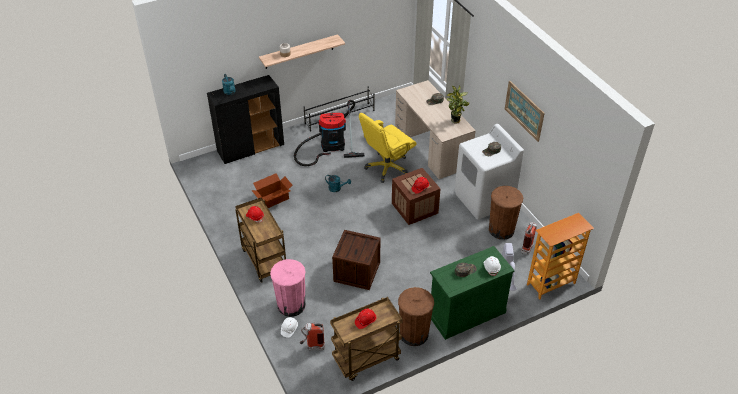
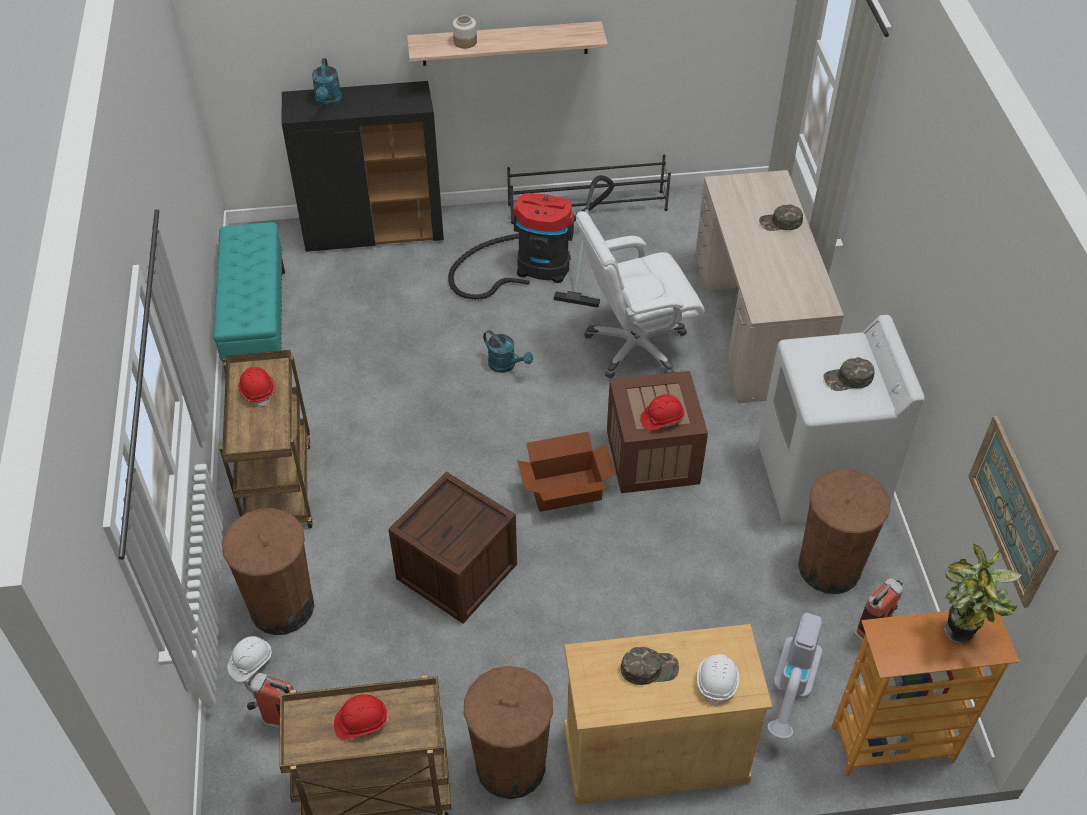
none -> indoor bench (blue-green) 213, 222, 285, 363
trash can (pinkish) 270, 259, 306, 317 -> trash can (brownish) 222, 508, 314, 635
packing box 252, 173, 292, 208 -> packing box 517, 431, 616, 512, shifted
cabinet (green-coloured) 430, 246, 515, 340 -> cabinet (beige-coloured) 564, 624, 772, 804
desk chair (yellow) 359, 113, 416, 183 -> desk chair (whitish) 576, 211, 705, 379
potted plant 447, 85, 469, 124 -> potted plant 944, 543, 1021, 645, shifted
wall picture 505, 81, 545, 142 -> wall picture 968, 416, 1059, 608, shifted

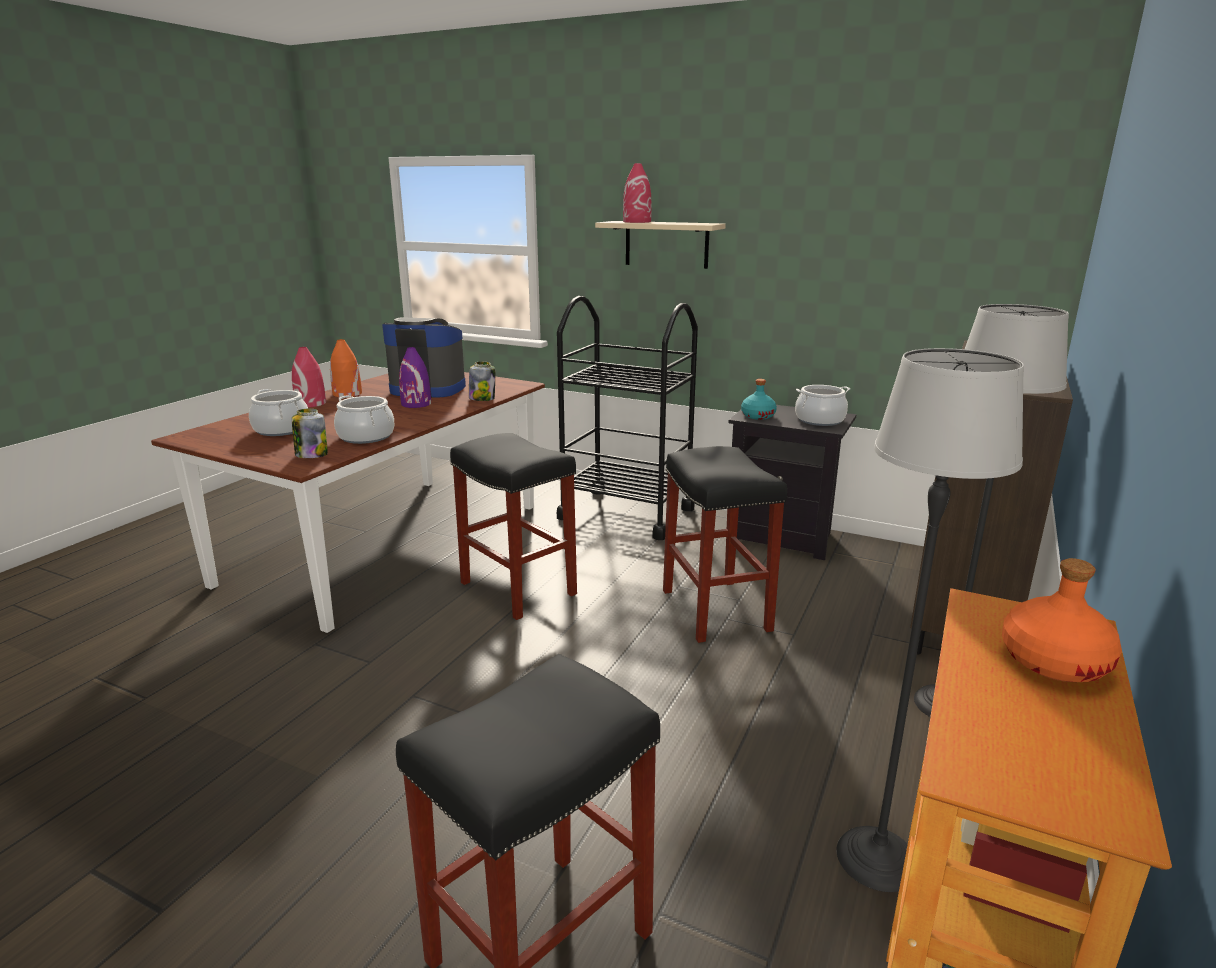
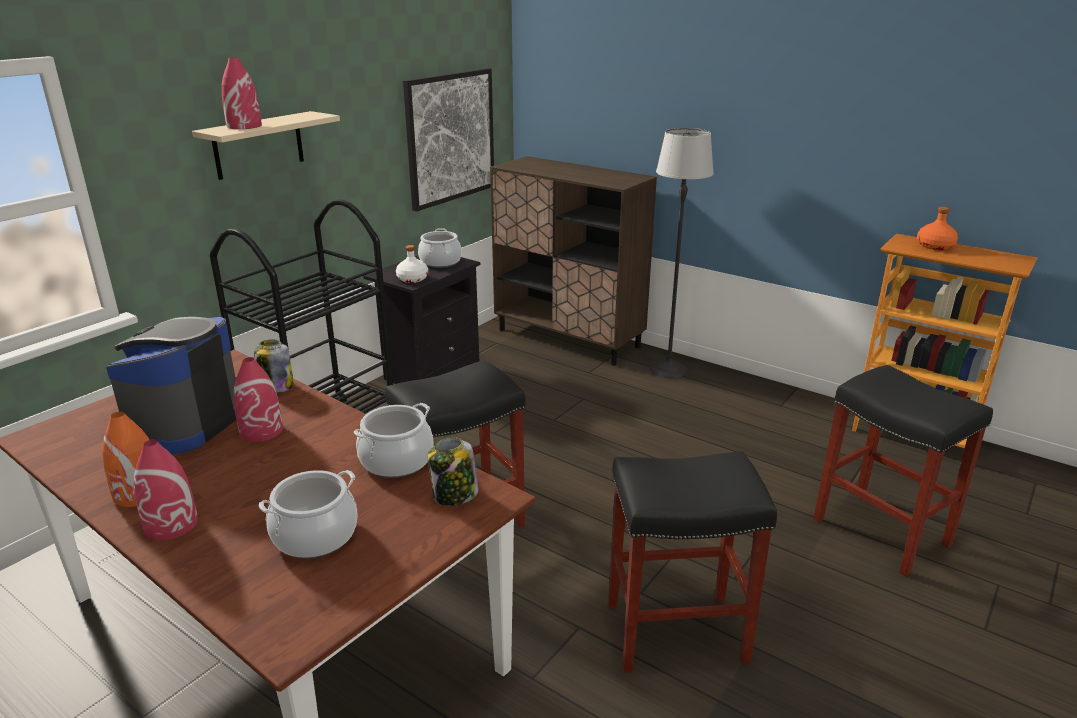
flower vase (purple) 399, 347, 431, 408 -> flower vase (reddish) 234, 357, 283, 442
drink bottle (blue-green) 741, 379, 777, 420 -> drink bottle (whitish) 396, 245, 428, 283
none -> wall picture 403, 68, 494, 211
sitting stool (black-coloured) 663, 446, 787, 643 -> sitting stool (black-coloured) 608, 451, 777, 673, shifted
standard lamp 836, 348, 1024, 892 -> none

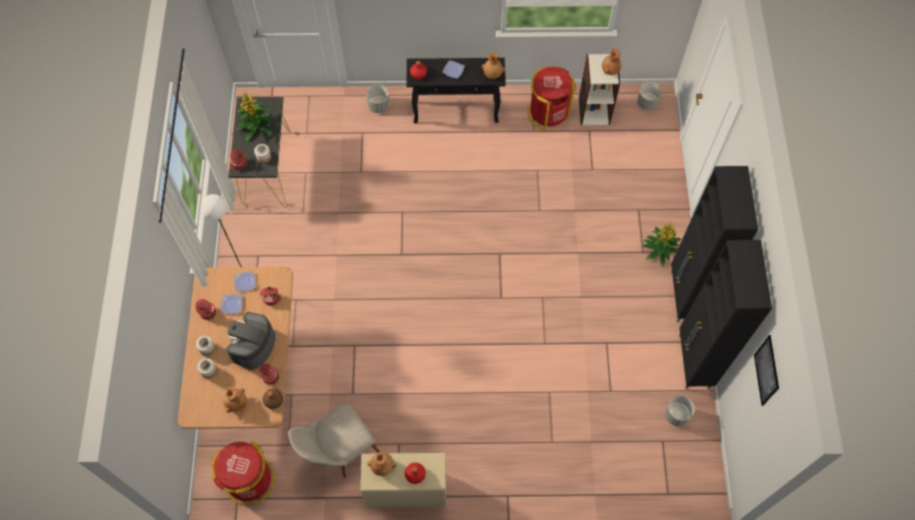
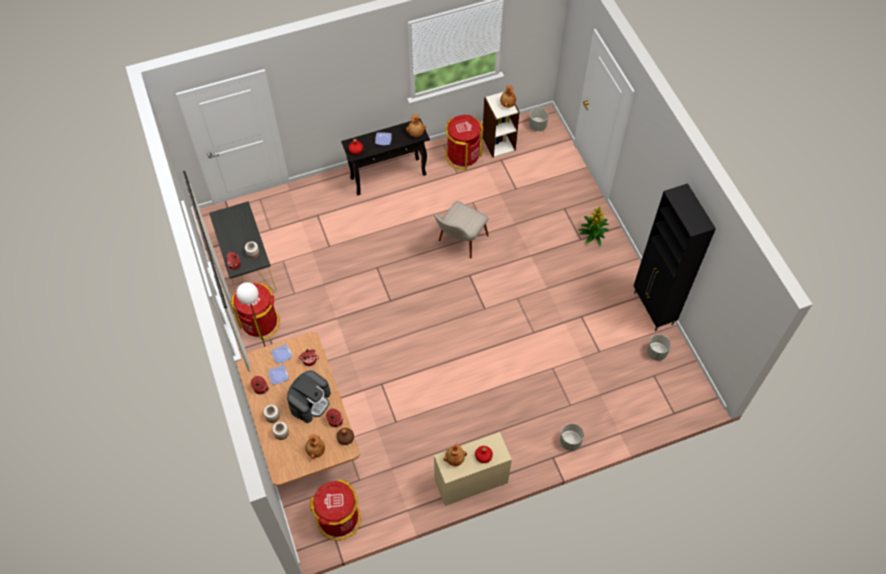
none -> trash can (reddish) 231, 283, 280, 340
coffee brewer 226, 312, 275, 370 -> coffee brewer 287, 371, 331, 423, 150 degrees counterclockwise
chair (beige-coloured) 288, 403, 380, 478 -> chair (beige-coloured) 434, 201, 489, 259, shifted
planter (grey) 366, 85, 389, 113 -> planter (grey) 560, 423, 584, 451, shifted
potted plant 237, 91, 273, 141 -> none
cabinet (black-coloured) 671, 166, 758, 322 -> none
wall picture 754, 335, 779, 406 -> none

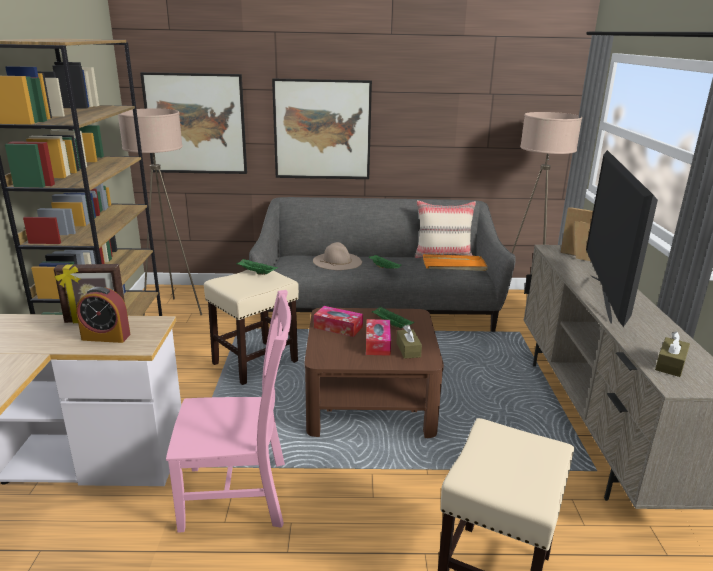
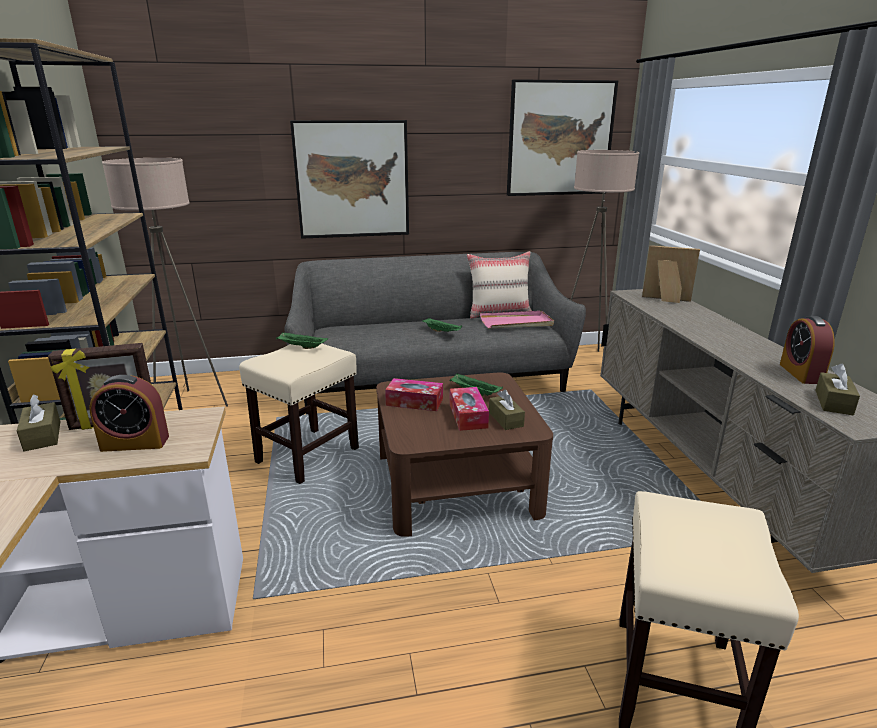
none -> box of tissues (brownish) 17, 394, 61, 451
carrying tray (orangey) 423, 254, 488, 271 -> carrying tray (pinkish) 480, 311, 554, 328
wall picture 140, 72, 247, 174 -> wall picture 507, 79, 618, 196, shifted
none -> table clock 780, 316, 835, 384
chair (pinkish) 166, 290, 291, 533 -> none
clothing hat (beige-coloured) 313, 242, 362, 270 -> none
TV 586, 150, 658, 327 -> none

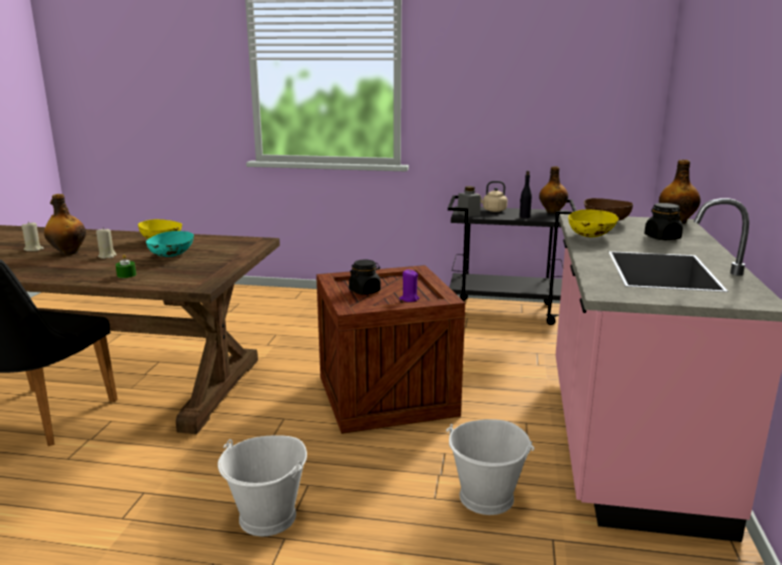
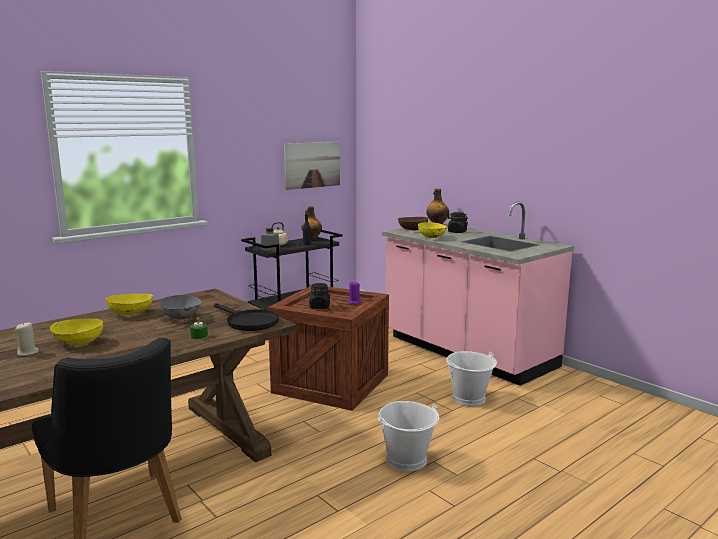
drink bottle 44, 194, 86, 255 -> deep dish (yellow) 50, 319, 103, 345
deep dish (blue-green) 146, 231, 194, 257 -> deep dish (grey) 160, 295, 202, 319
none -> pan (black-coloured) 214, 303, 279, 331
none -> wall picture 284, 142, 340, 190
wax candle (beige-coloured) 96, 227, 117, 259 -> none

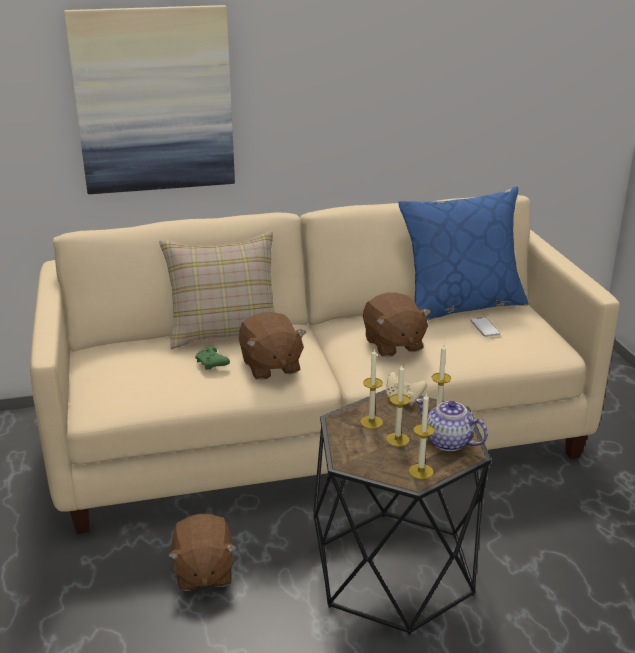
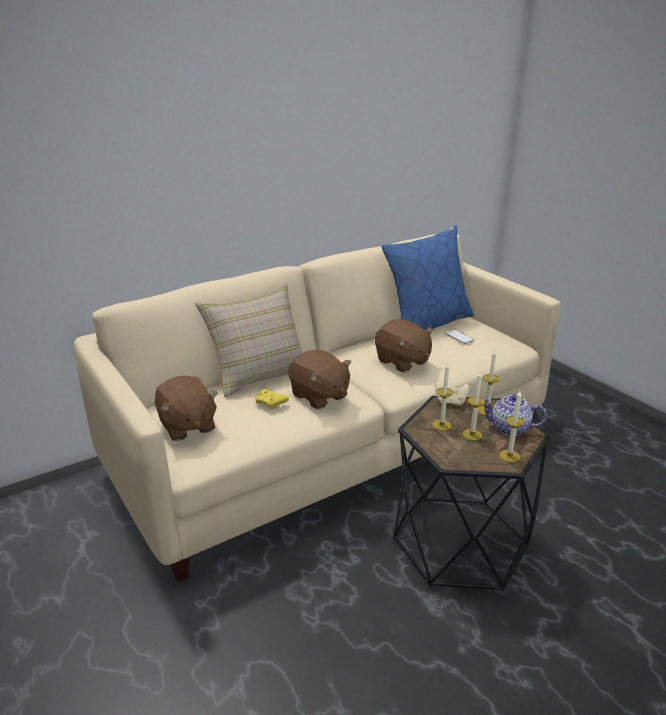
soft toy (brownish) 168, 514, 237, 591 -> soft toy (brownish) 155, 376, 218, 441, shifted
gamepad (green-coloured) 195, 347, 230, 370 -> gamepad (yellow) 255, 389, 289, 409
wall picture 64, 5, 235, 194 -> none

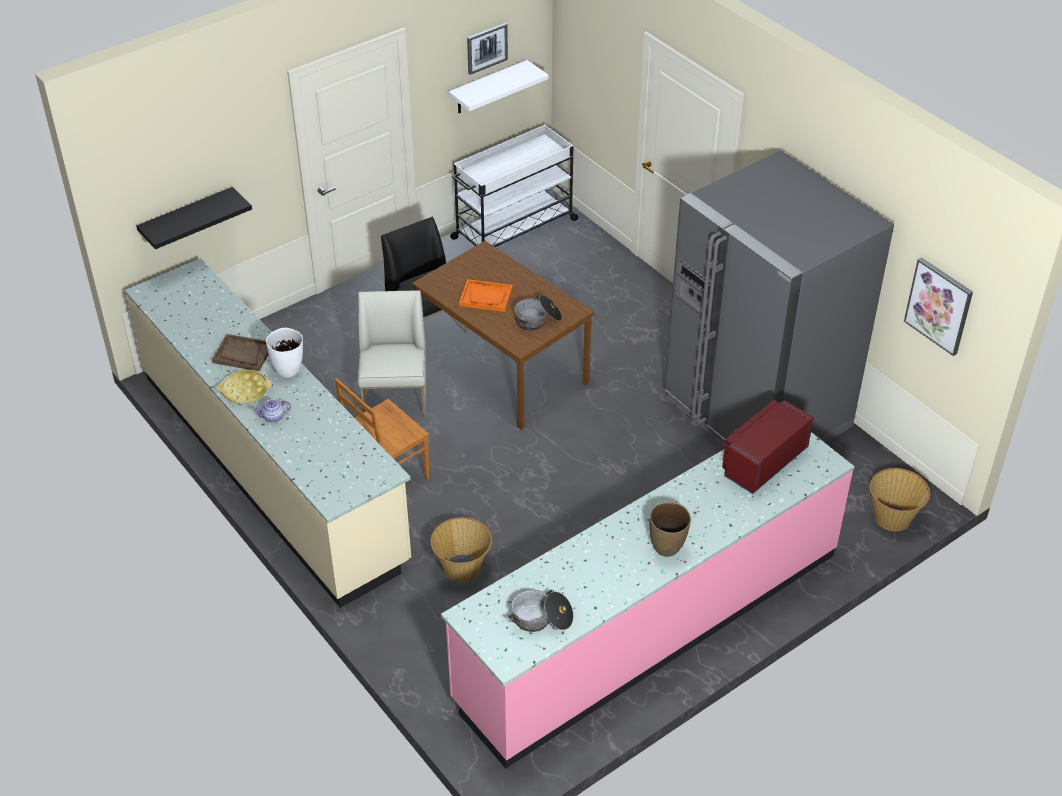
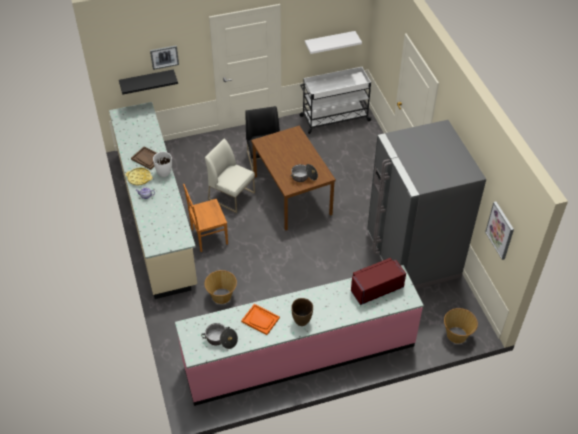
wall picture 467, 23, 508, 75 -> wall picture 150, 45, 179, 70, shifted
chair (whitish) 358, 290, 427, 419 -> chair (whitish) 205, 138, 255, 213, 75 degrees counterclockwise
carrying tray (orangey) 459, 279, 513, 312 -> carrying tray (orangey) 241, 304, 280, 335, shifted

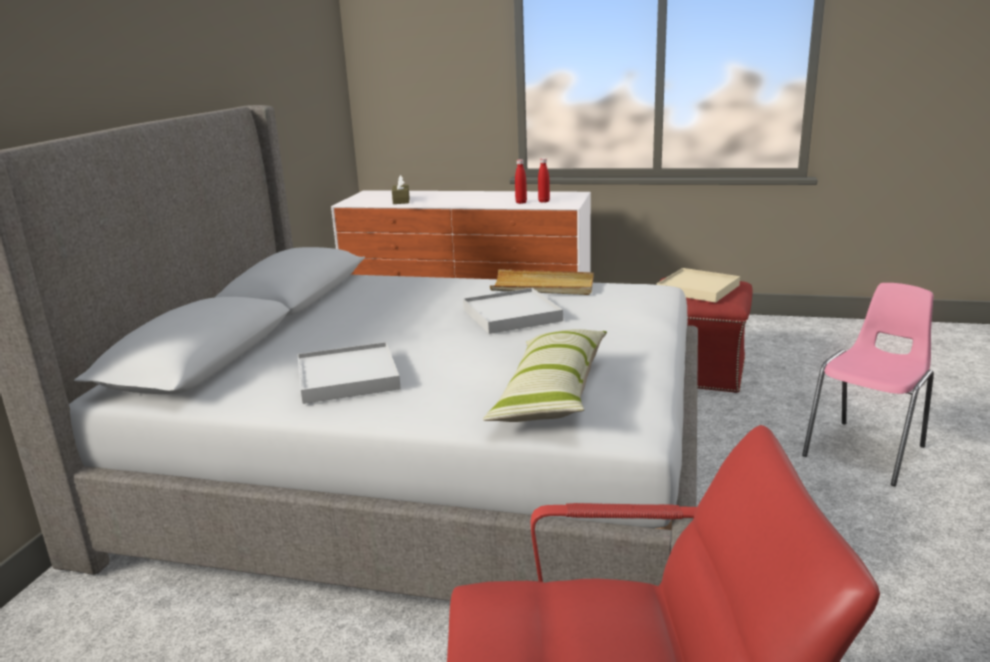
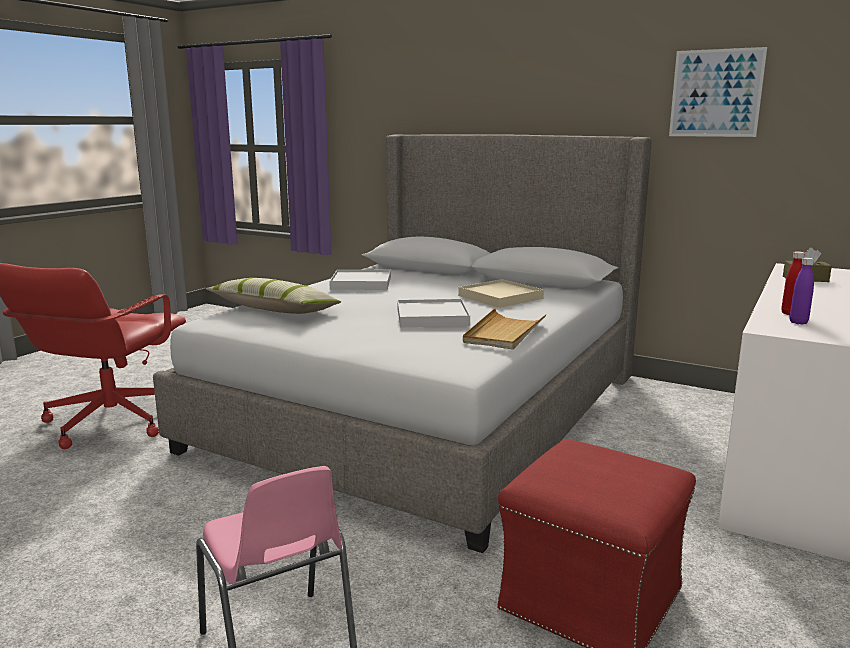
carrying tray (beige-coloured) 657, 268, 740, 303 -> carrying tray (beige-coloured) 458, 279, 544, 308, shifted
none -> wall picture 669, 47, 767, 137
drink bottle (reddish) 538, 158, 550, 203 -> drink bottle (purple) 789, 258, 814, 325

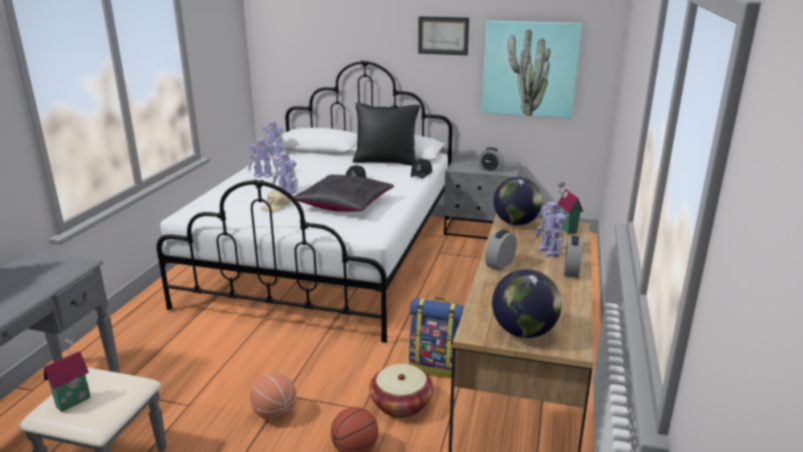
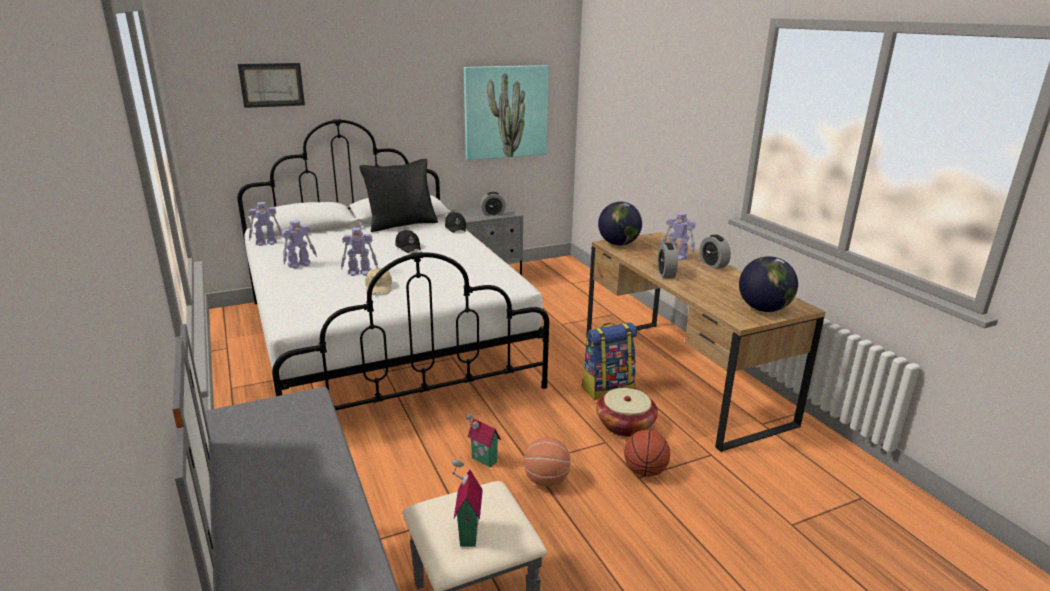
wall picture 418, 16, 469, 55 -> wall picture 238, 63, 305, 108, shifted
model house 557, 181, 583, 234 -> model house 466, 412, 501, 467, shifted
pillow (black-coloured) 293, 175, 394, 212 -> none

